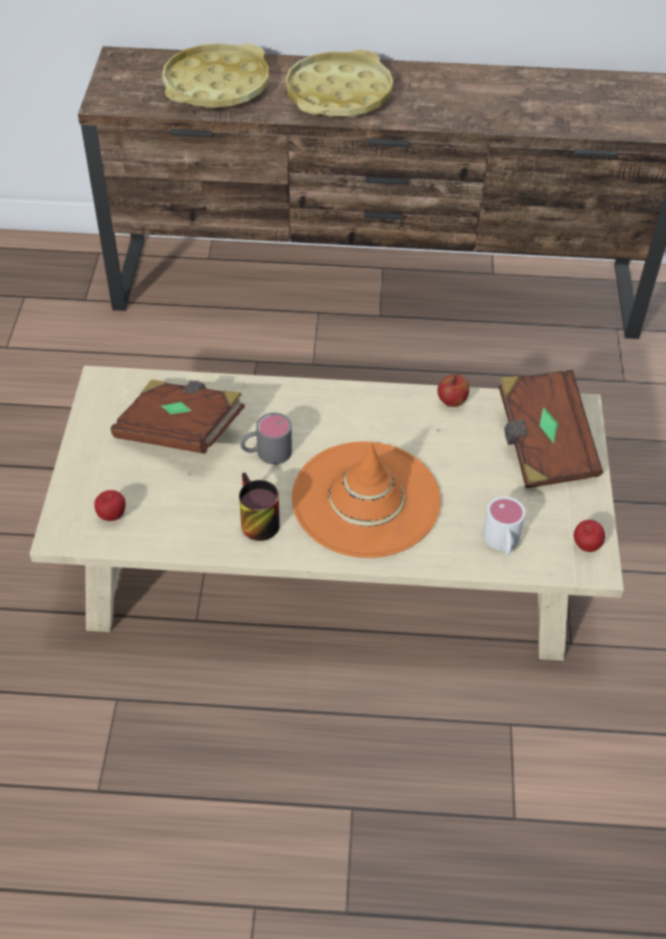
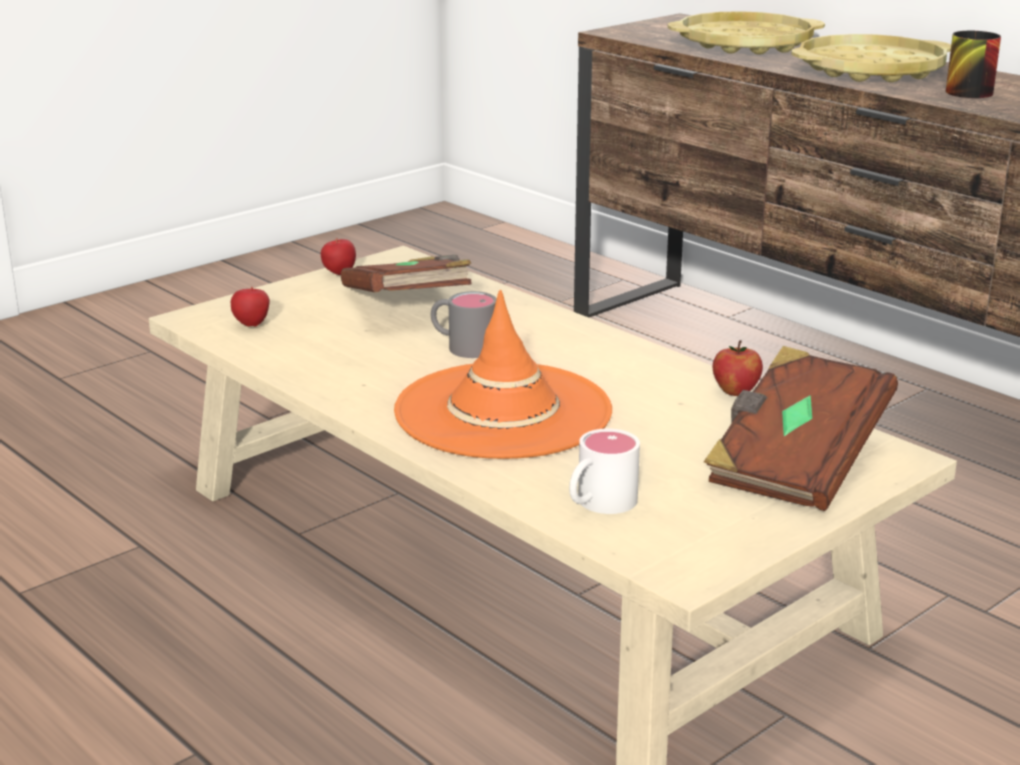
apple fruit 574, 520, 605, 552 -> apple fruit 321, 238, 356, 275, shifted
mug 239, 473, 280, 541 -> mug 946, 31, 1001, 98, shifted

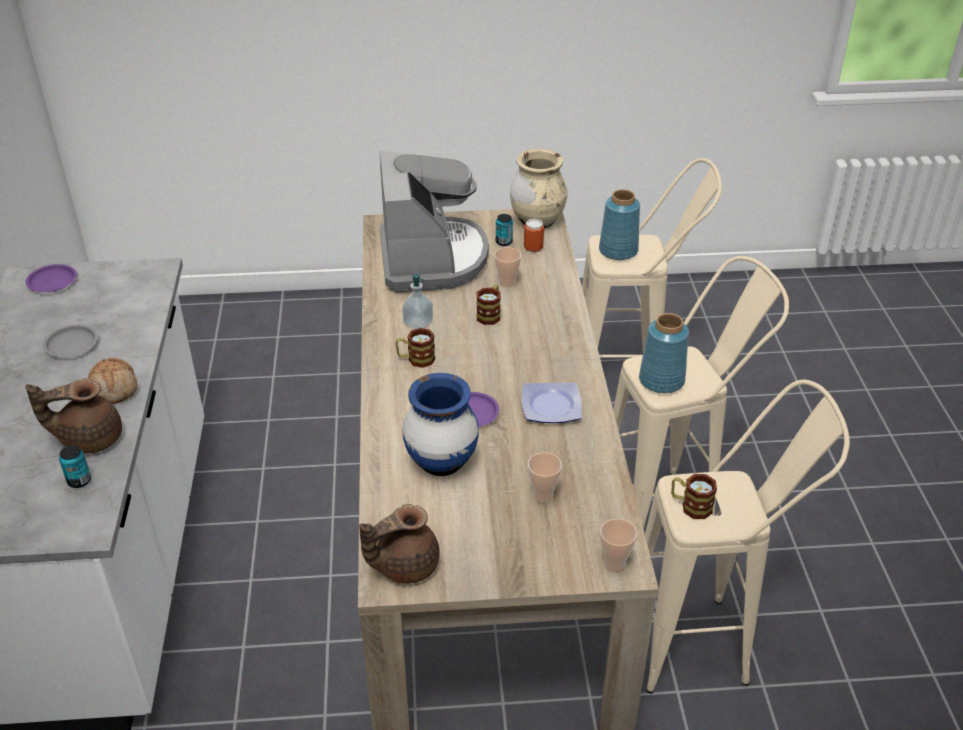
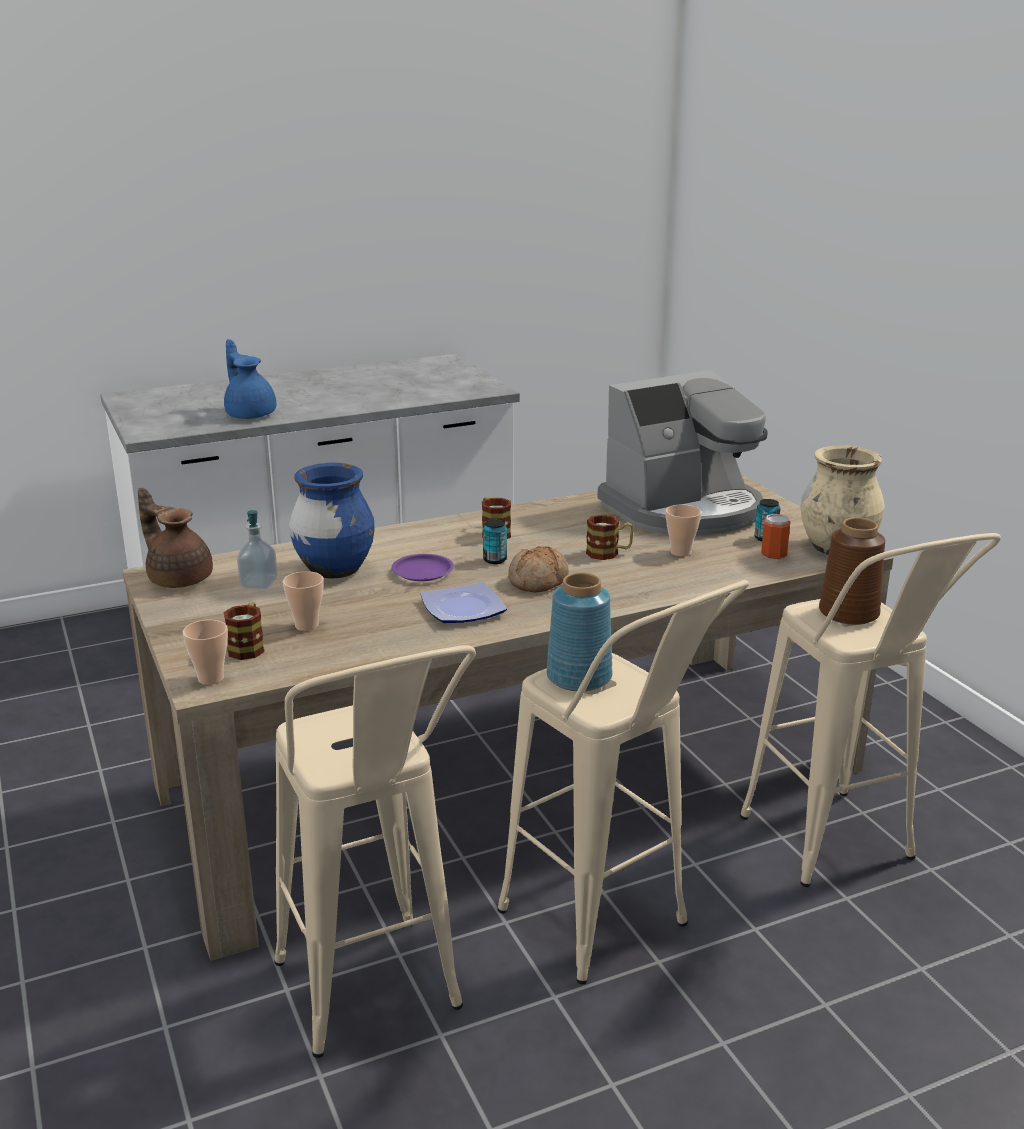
tea pot (brownish) 25, 378, 122, 454 -> tea pot (blue) 224, 339, 276, 419
mug 671, 474, 717, 519 -> mug 224, 602, 265, 660, shifted
soap bottle 402, 274, 433, 329 -> soap bottle 237, 510, 278, 589, shifted
can 59, 445, 91, 488 -> can 483, 519, 507, 564, shifted
bakery bread 88, 358, 137, 404 -> bakery bread 508, 546, 569, 593, shifted
flower vase (blue) 599, 189, 640, 260 -> flower vase (brownish) 819, 517, 885, 625
plate (purple) 26, 264, 77, 292 -> none
plate (grey) 43, 325, 98, 357 -> none

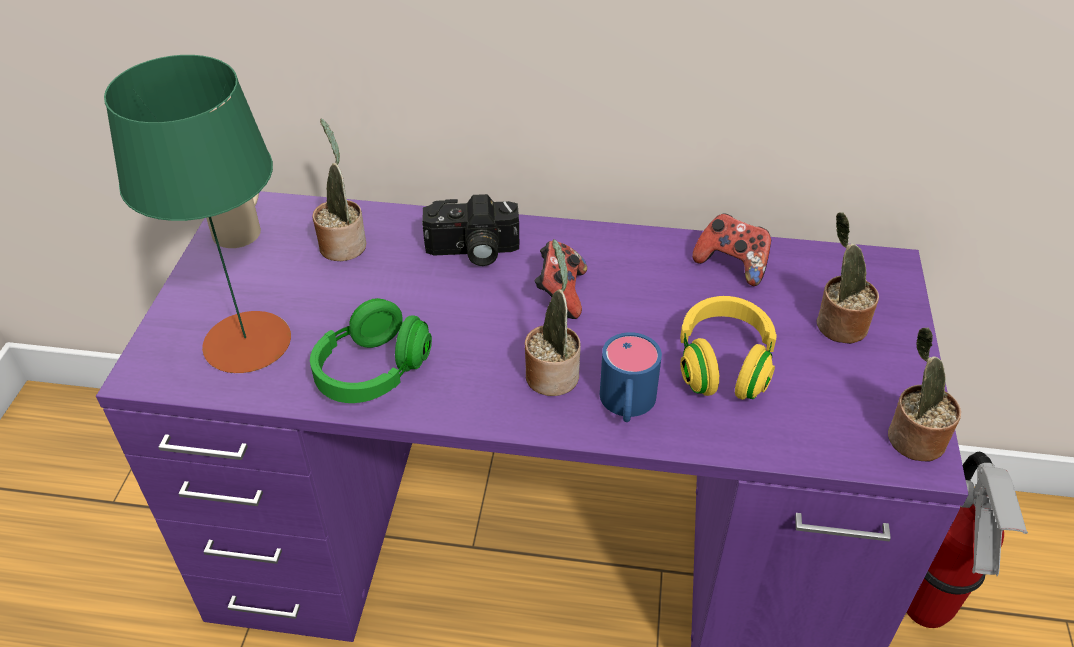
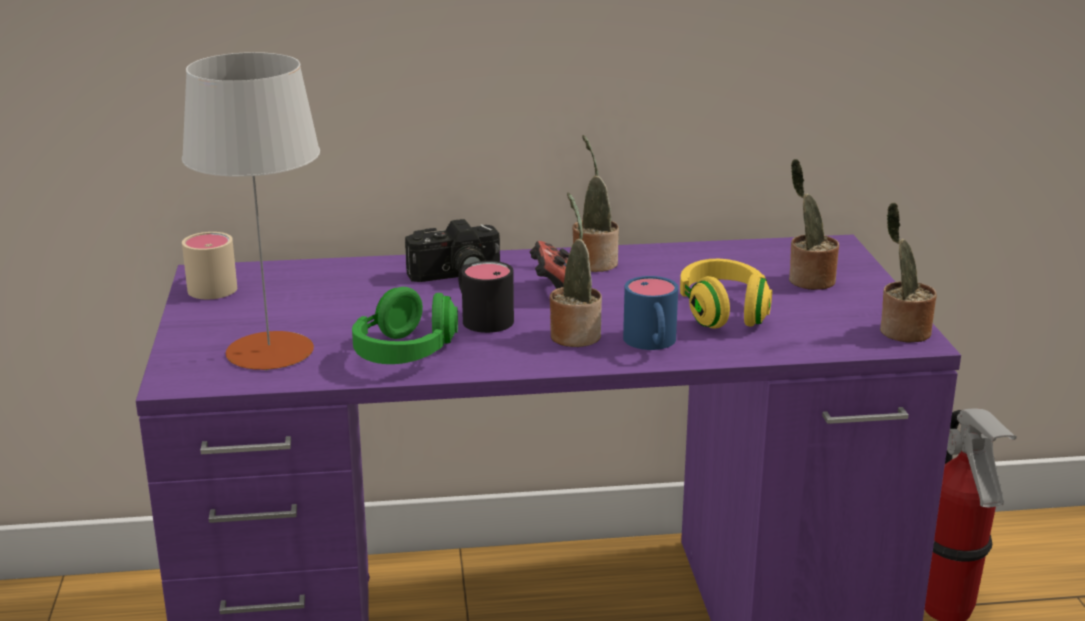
table lamp (green-coloured) 104, 55, 291, 373 -> table lamp (grey) 182, 52, 320, 370
none -> mug (black-coloured) 458, 261, 514, 333
potted plant 312, 118, 366, 261 -> potted plant 572, 135, 619, 272, shifted
gamepad 692, 213, 771, 286 -> none

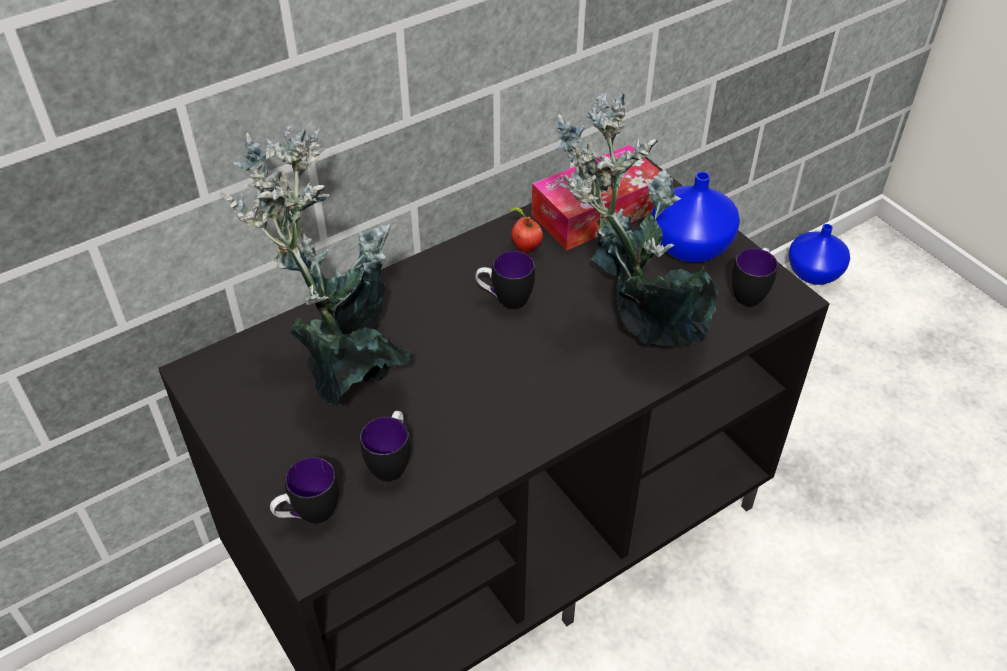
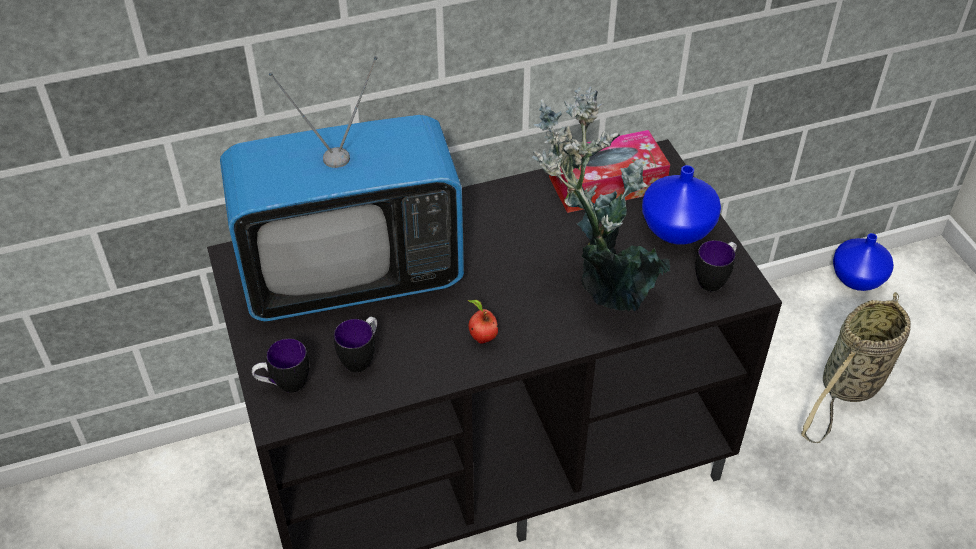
potted plant 220, 124, 411, 407 -> TV 220, 56, 464, 321
apple fruit 509, 207, 543, 253 -> apple fruit 468, 300, 498, 344, shifted
none -> basket 801, 292, 911, 443
mug 475, 251, 535, 309 -> none

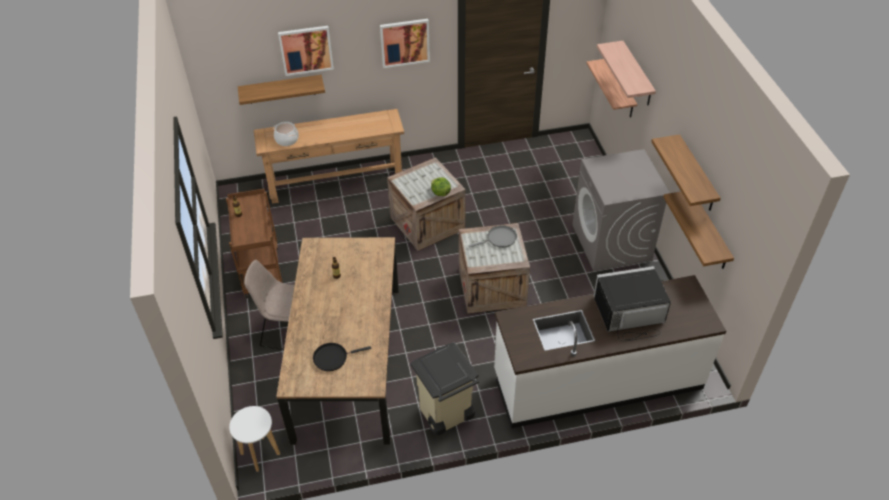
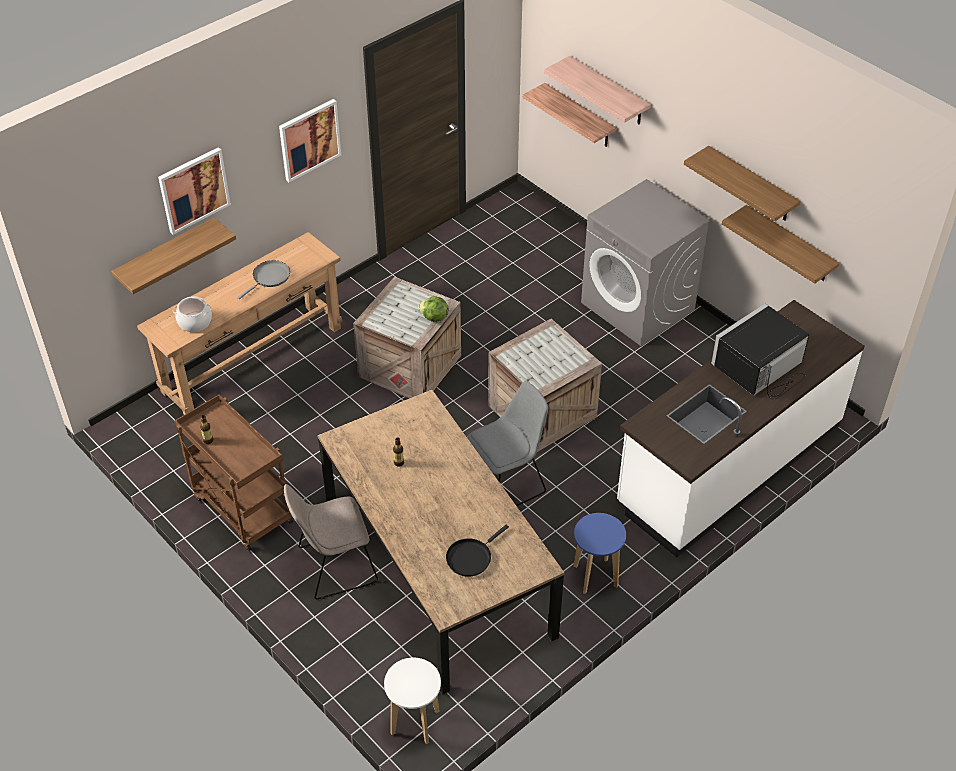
pan (grey) 468, 225, 517, 248 -> pan (grey) 237, 260, 290, 299, shifted
none -> chair (grey) 467, 381, 548, 506
trash can (beige-coloured) 410, 342, 479, 435 -> sitting stool (blue) 573, 513, 626, 594

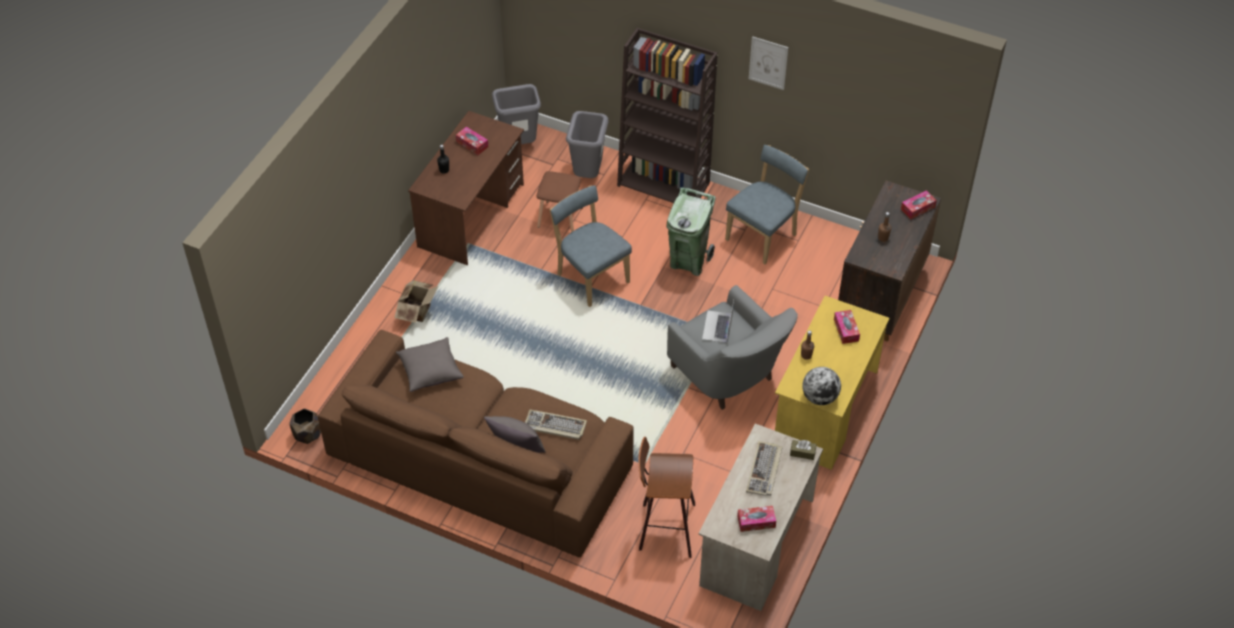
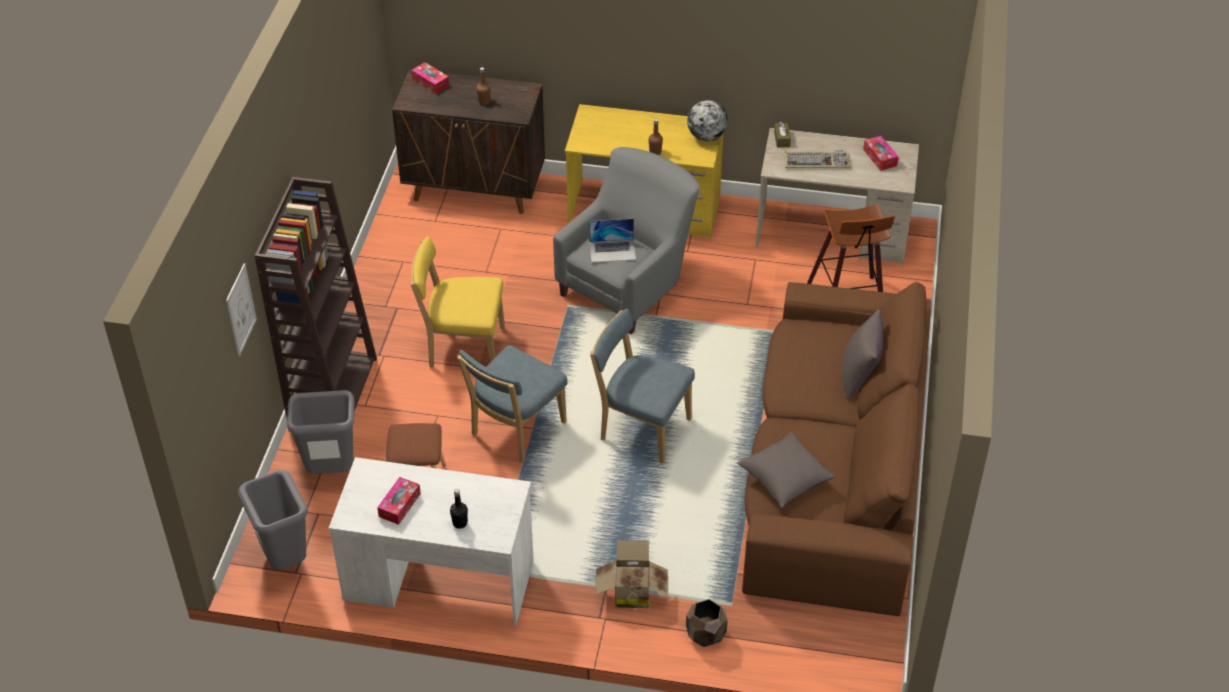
wall picture 749, 36, 789, 90 -> wall picture 226, 263, 257, 356, shifted
desk (brownish) 408, 111, 524, 265 -> desk (whitish) 329, 457, 534, 626
trash can (green-coloured) 666, 187, 716, 276 -> chair (yellow) 410, 236, 505, 368
chair (blue) 725, 145, 809, 264 -> chair (blue) 590, 308, 695, 464, shifted
planter (brownish) 289, 409, 321, 444 -> planter (brownish) 686, 599, 727, 647, shifted
PC keyboard 525, 410, 587, 440 -> none
box of tissues 834, 310, 860, 344 -> none

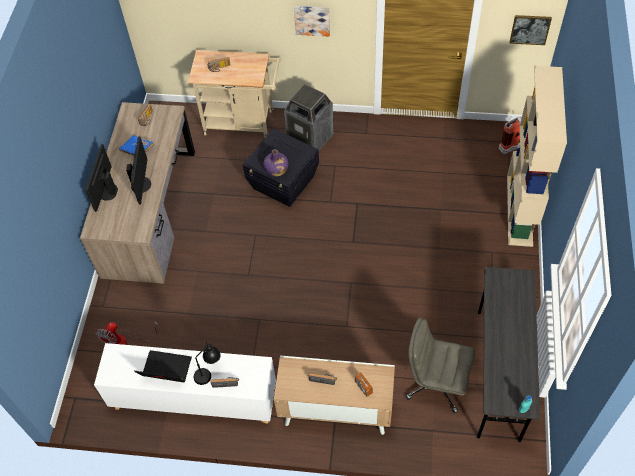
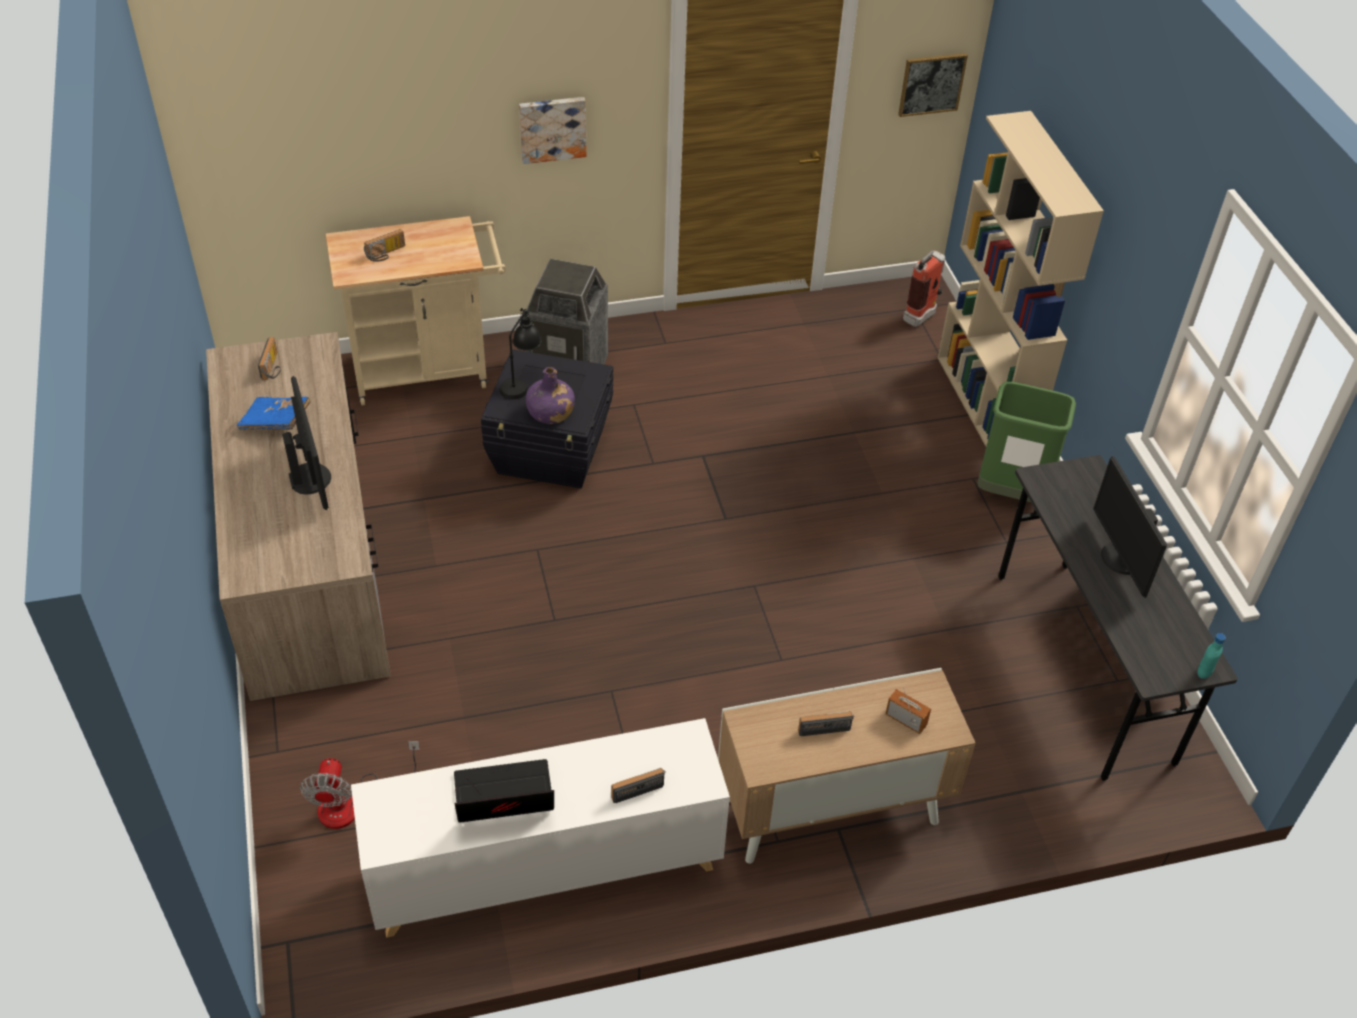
table lamp (black-coloured) 194, 342, 221, 385 -> table lamp (black-coloured) 499, 308, 542, 399, shifted
none -> trash can (green-coloured) 977, 382, 1076, 502
monitor 85, 144, 118, 212 -> monitor 1093, 456, 1167, 598, shifted
desk chair (grey) 406, 317, 475, 413 -> none

